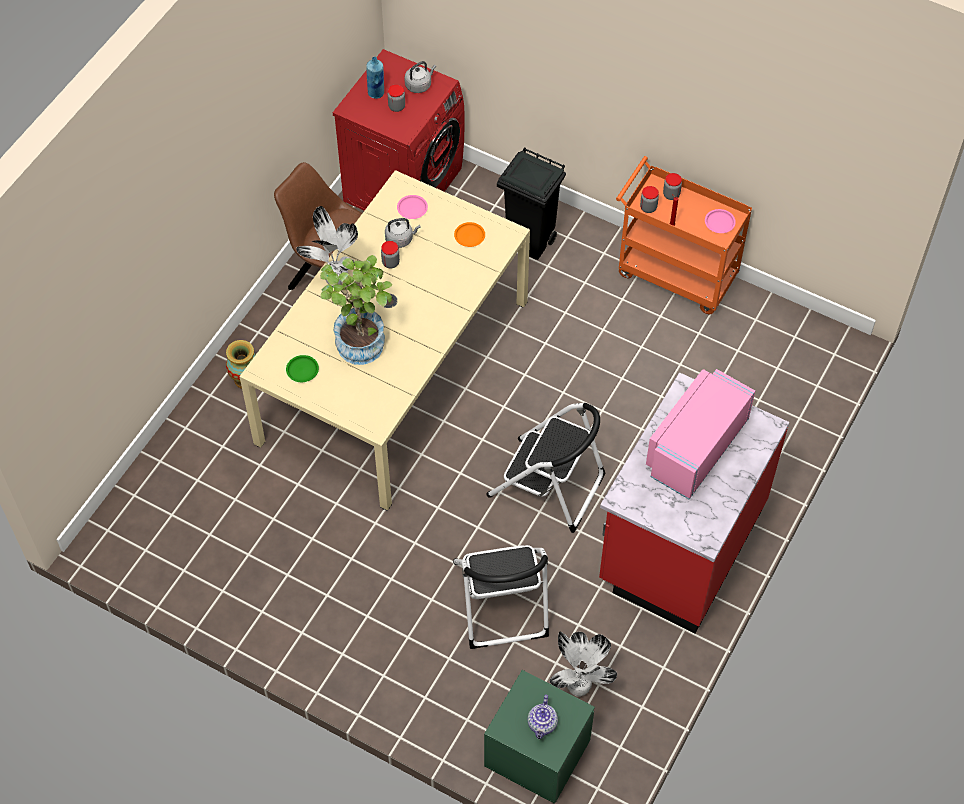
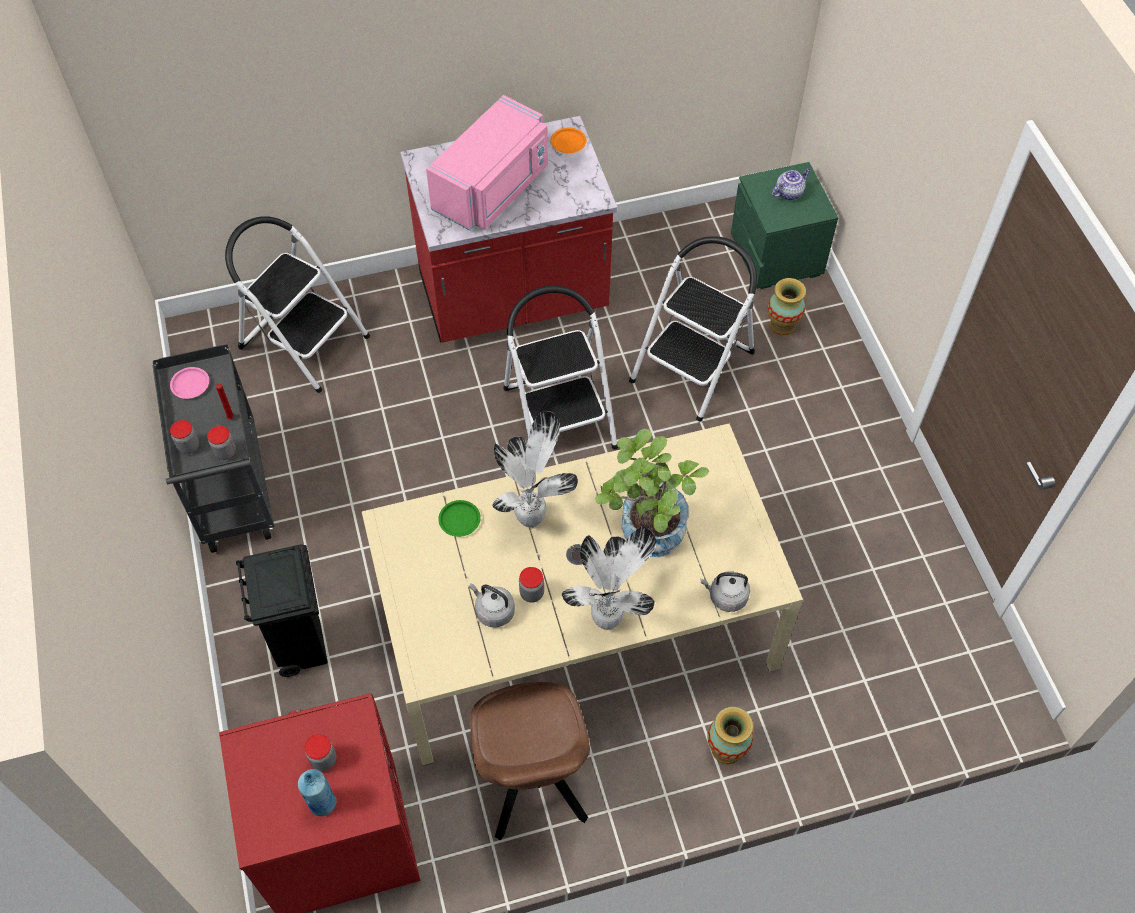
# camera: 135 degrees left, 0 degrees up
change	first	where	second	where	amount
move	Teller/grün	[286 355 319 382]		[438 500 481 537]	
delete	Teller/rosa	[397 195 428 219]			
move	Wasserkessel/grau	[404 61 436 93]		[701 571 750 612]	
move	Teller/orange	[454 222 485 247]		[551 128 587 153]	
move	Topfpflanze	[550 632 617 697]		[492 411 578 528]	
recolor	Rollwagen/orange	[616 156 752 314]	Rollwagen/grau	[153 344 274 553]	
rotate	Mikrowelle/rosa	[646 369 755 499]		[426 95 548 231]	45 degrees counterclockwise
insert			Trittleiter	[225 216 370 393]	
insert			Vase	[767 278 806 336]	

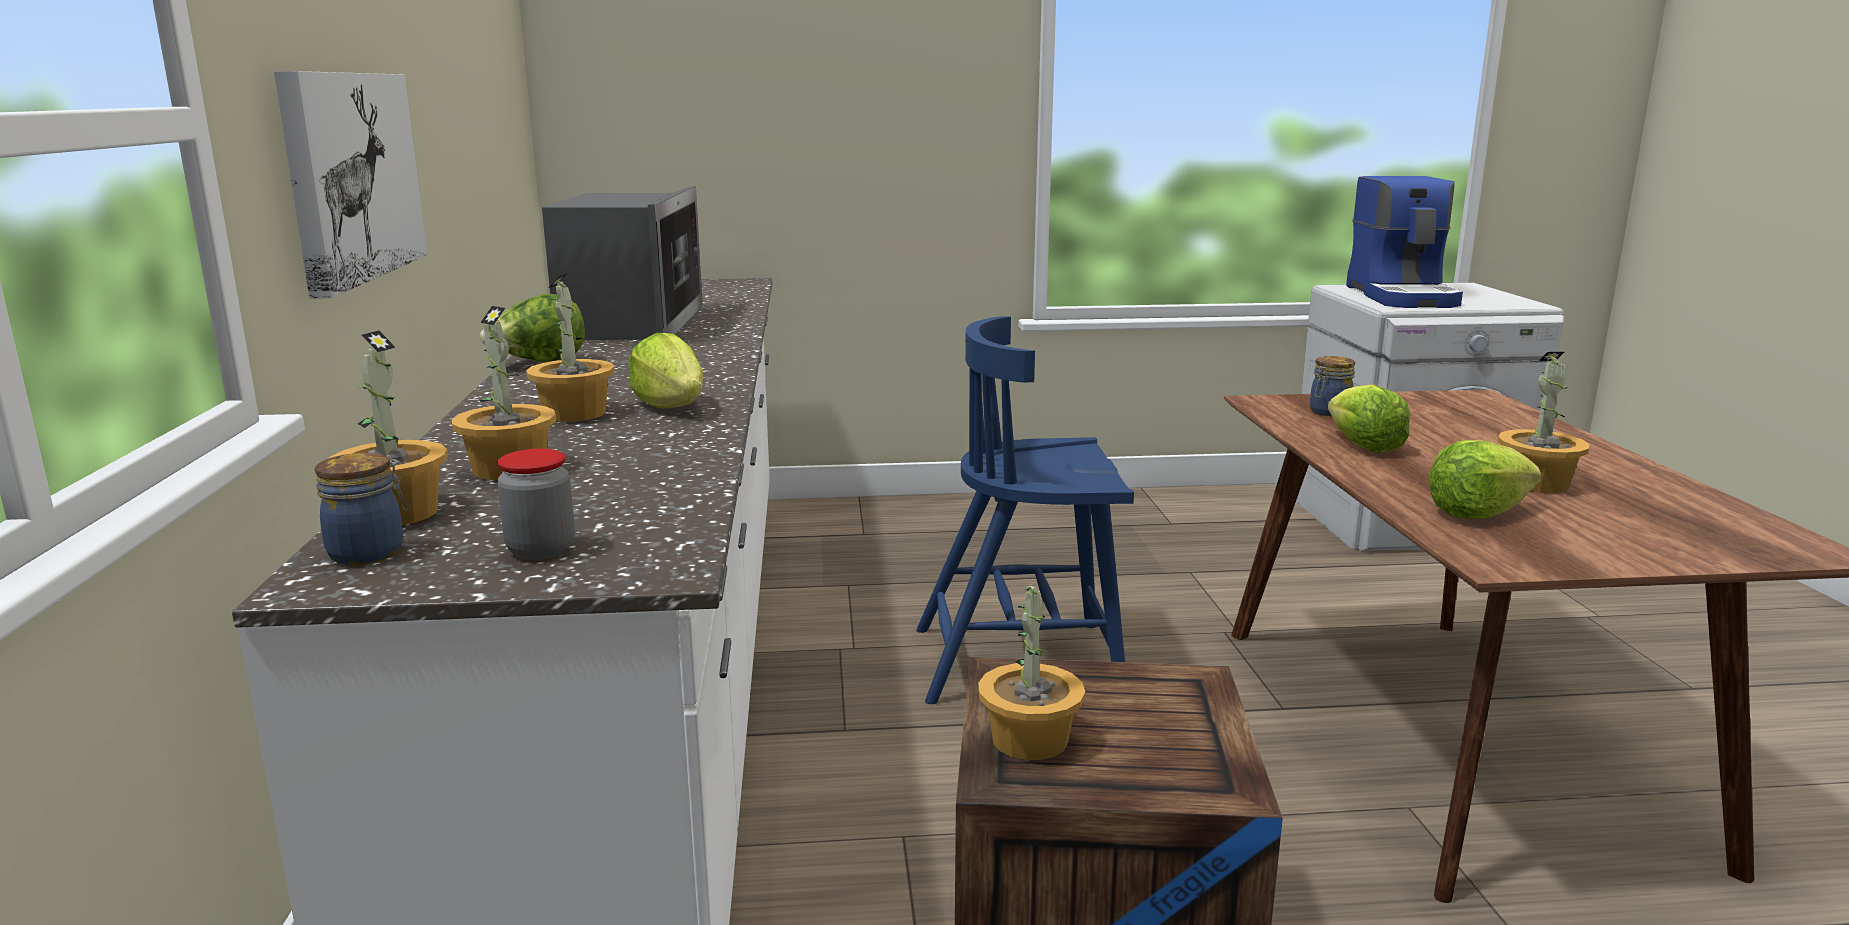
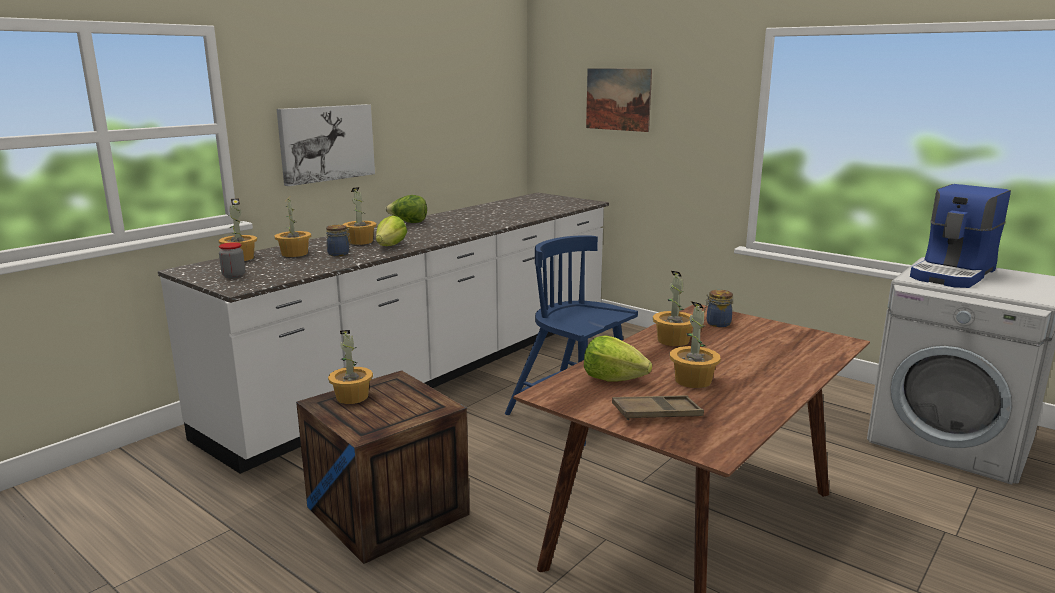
# camera: 45 degrees right, 0 degrees up
change	first	where	second	where	amount
move	Vorratsglas	[315 453 408 565]		[326 225 351 256]	
delete	Mikrowelle	[542 186 703 340]			
replace	Salatkopf	[1328 384 1410 453]	Topfpflanze	[653 271 693 346]	
insert			Bild	[586 68 652 132]	
insert			Tablett/braun	[612 395 704 420]	

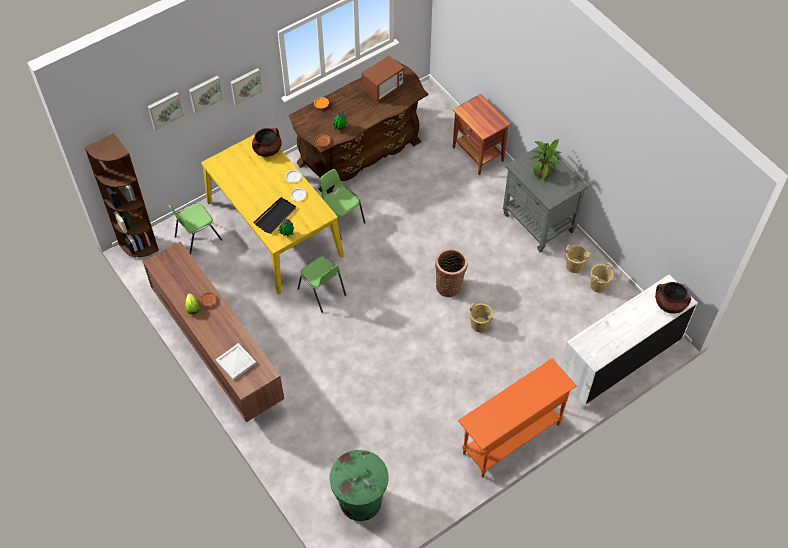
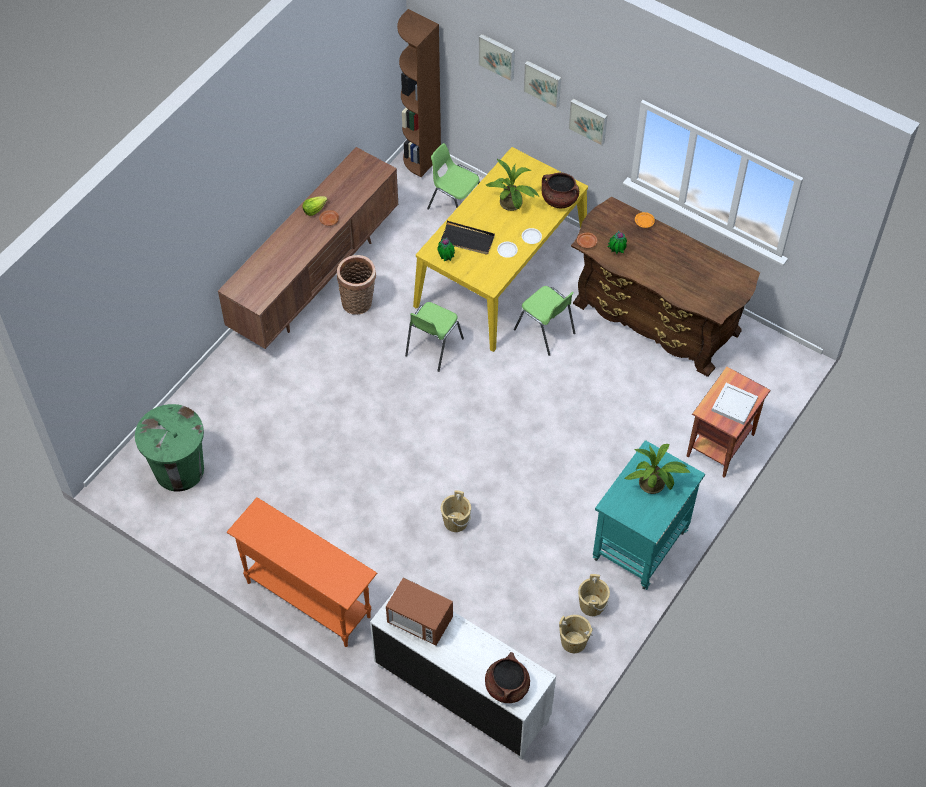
# camera: 70 degrees right, 0 degrees up
change	first	where	second	where	amount
move	Tablett/weiß	[215 343 256 381]		[711 383 758 425]	
rotate	Stuhl/grün	[320 169 365 238]		[514 286 575 356]	105 degrees clockwise
move	Mikrowelle	[361 55 404 102]		[386 578 453 646]	
move	Korb	[435 249 468 297]		[337 255 376 315]	
recolor	Rollwagen/grau	[503 143 588 253]	Rollwagen/türkis	[593 440 705 590]	
insert			Topfpflanze	[486 159 539 211]	

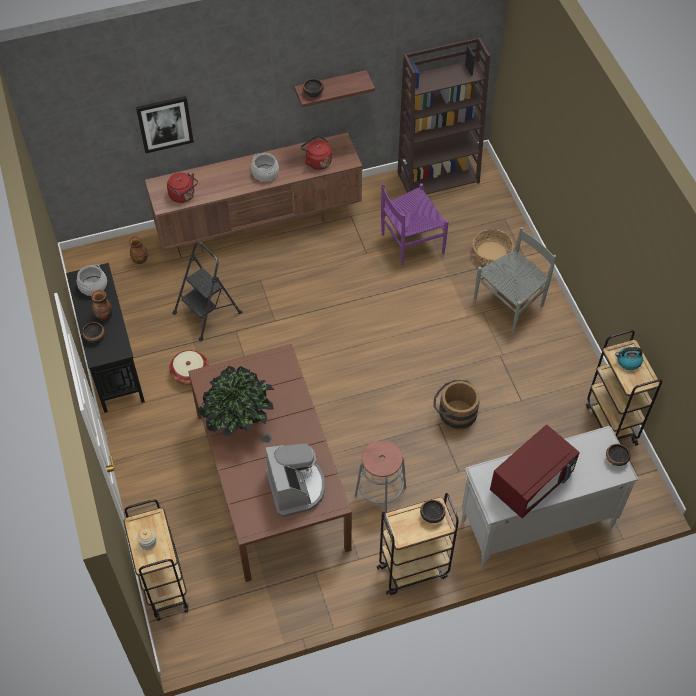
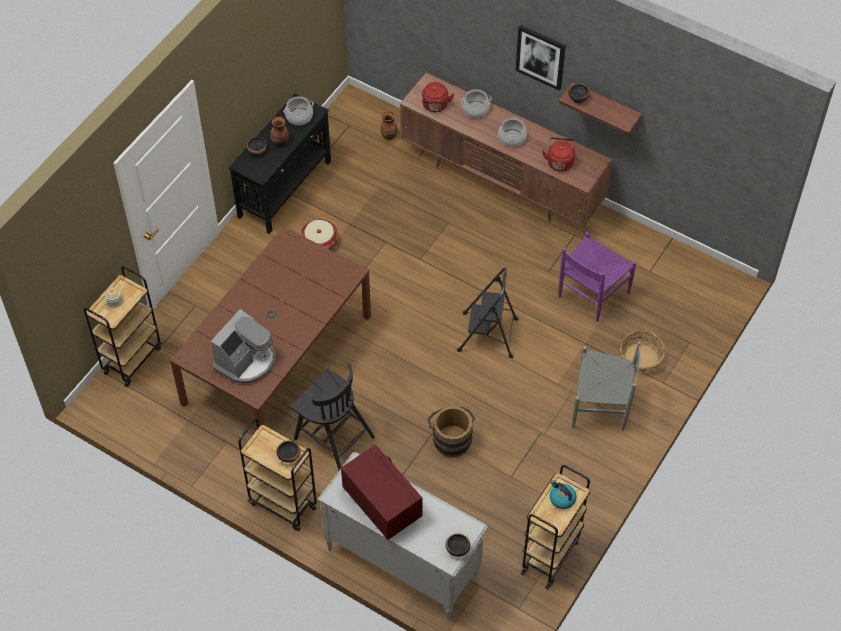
# camera: 50 degrees right, 0 degrees up
change	first	where	second	where	amount
move	Bild	[136 96 194 153]		[516 25 566 91]	
move	Trittleiter/schwarz	[172 241 243 341]		[457 268 519 358]	
delete	Topfpflanze	[198 366 274 436]			
replace	Hocker/grau	[355 440 406 513]	Stuhl/schwarz	[290 363 375 470]	
rotate	Stuhl/lila	[381 183 449 266]		[559 232 636 322]	75 degrees counterclockwise
delete	Bücherregal/braun	[397 37 490 194]			
rotate	Mikrowelle/rot	[490 425 580 518]		[341 445 422 540]	135 degrees counterclockwise
insert			Kochtopf	[460 89 492 118]	

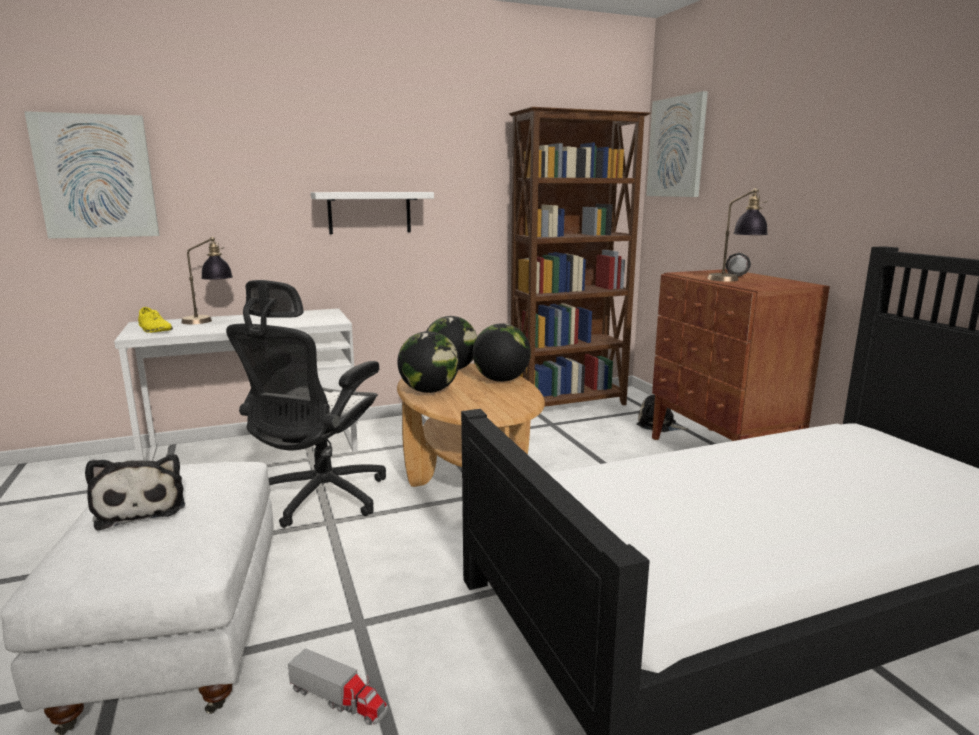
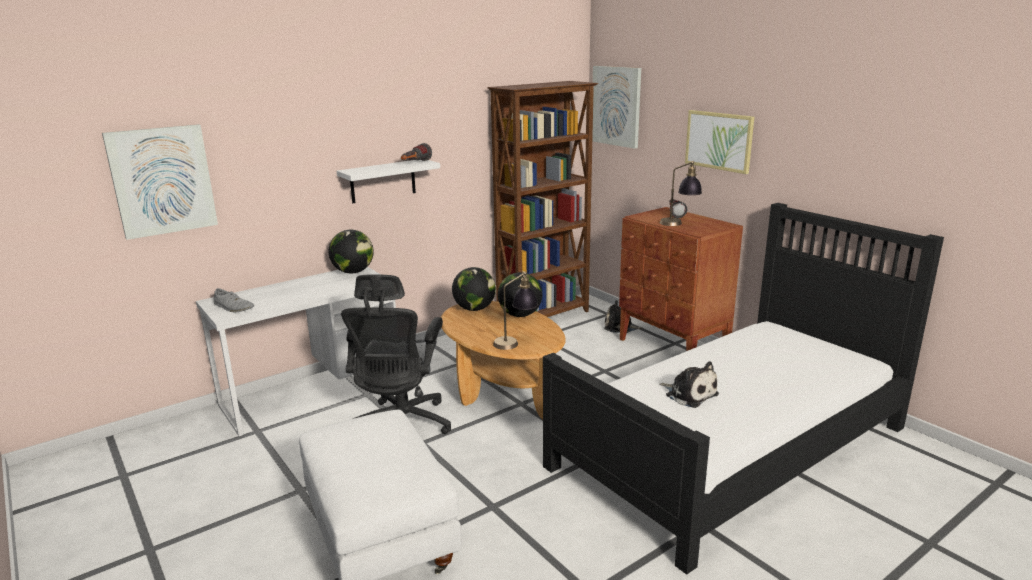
# camera: 15 degrees left, 5 degrees up
change	first	where	second	where	amount
move	Plüschtier	[85 454 185 531]		[659 361 719 408]	
recolor	Schuh/gelb	[138 307 173 333]	Schuh/grau	[214 288 255 312]	
move	Tischlampe	[181 237 233 324]		[493 271 538 350]	
delete	Spielzeuglaster	[288 648 388 725]			
move	Globus	[397 331 459 393]		[329 230 374 273]	
insert			Taschenlampe	[401 143 432 161]	
insert			Bild	[685 110 754 174]	

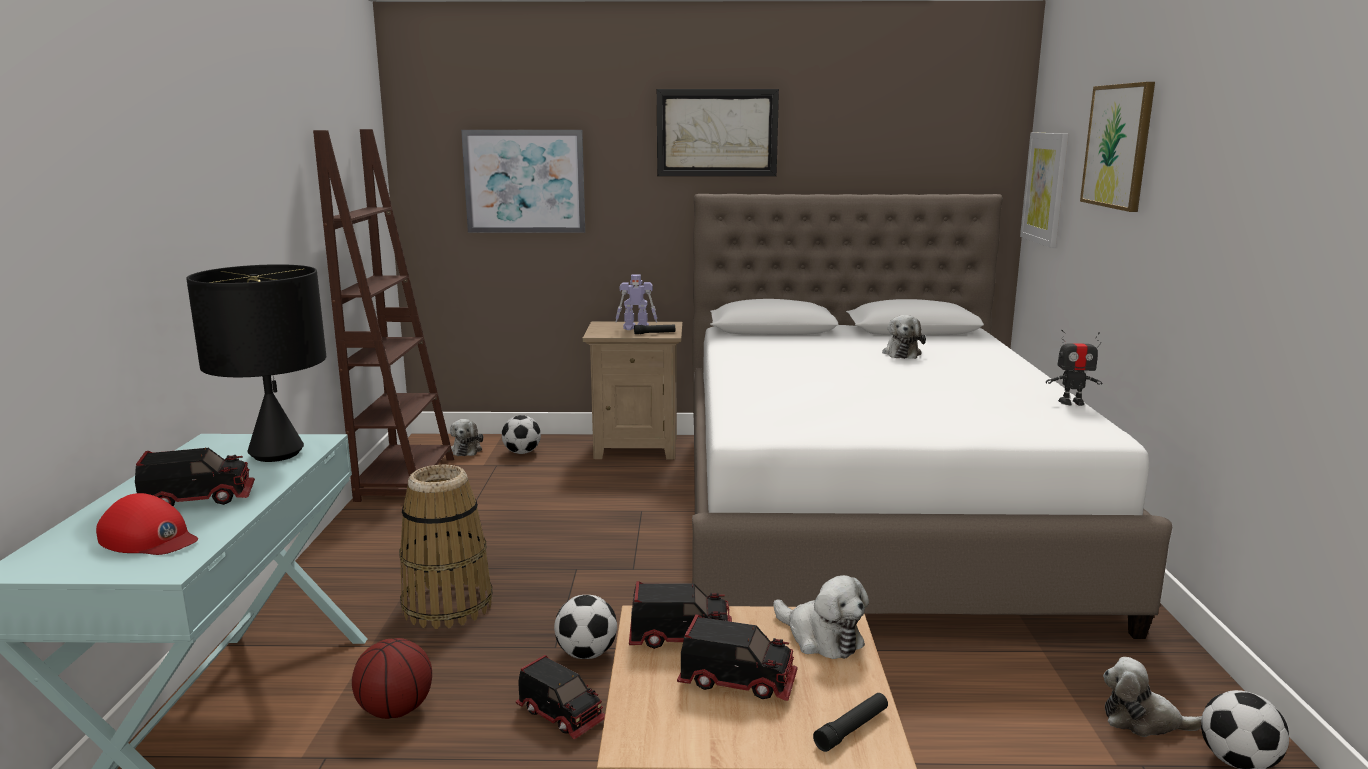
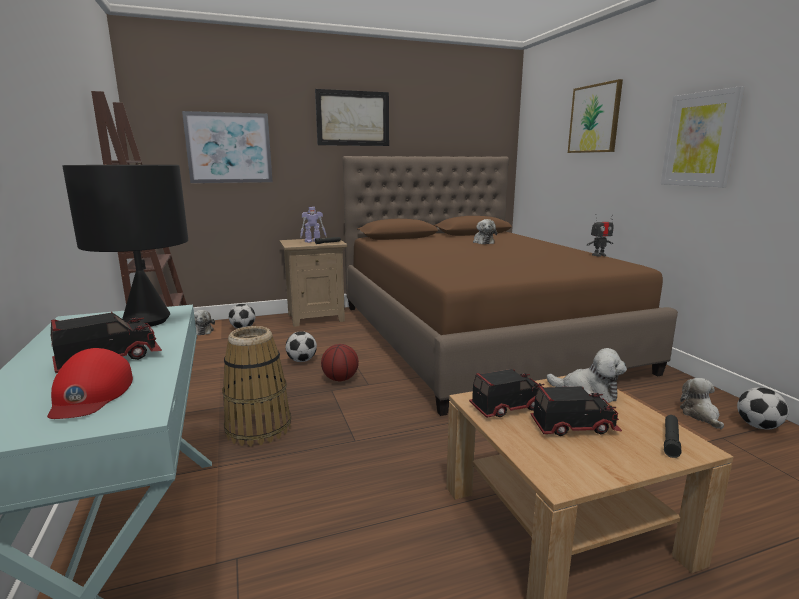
# camera: 20 degrees left, 0 degrees up
change	first	where	second	where	amount
rotate	Kappe/rot	[96 493 198 555]		[47 348 133 419]	75 degrees clockwise
move	Basketball	[352 638 432 719]		[321 344 359 381]	
delete	Spielzeuglaster	[516 655 605 739]			
move	Fußball	[554 595 617 659]		[285 331 317 362]	
recolor	Bett/weiß	[692 194 1172 639]	Bett/braun	[343 156 678 416]	
move	Bild	[1020 133 1068 248]		[661 86 745 187]	
rotate	Plüschtier	[1103 657 1202 737]		[680 378 724 429]	90 degrees clockwise

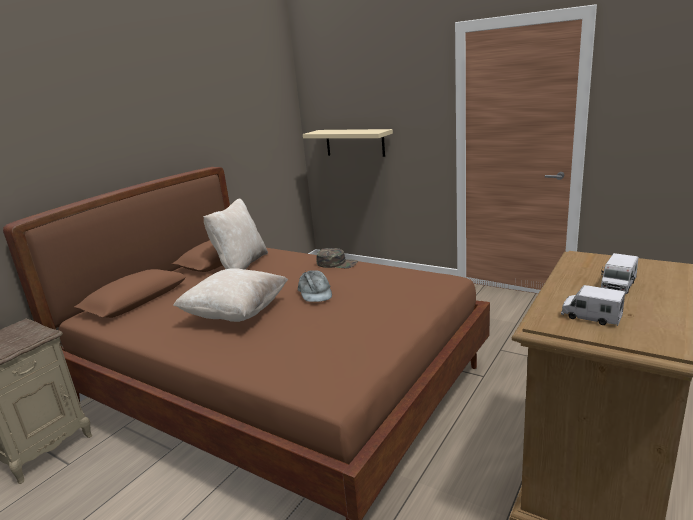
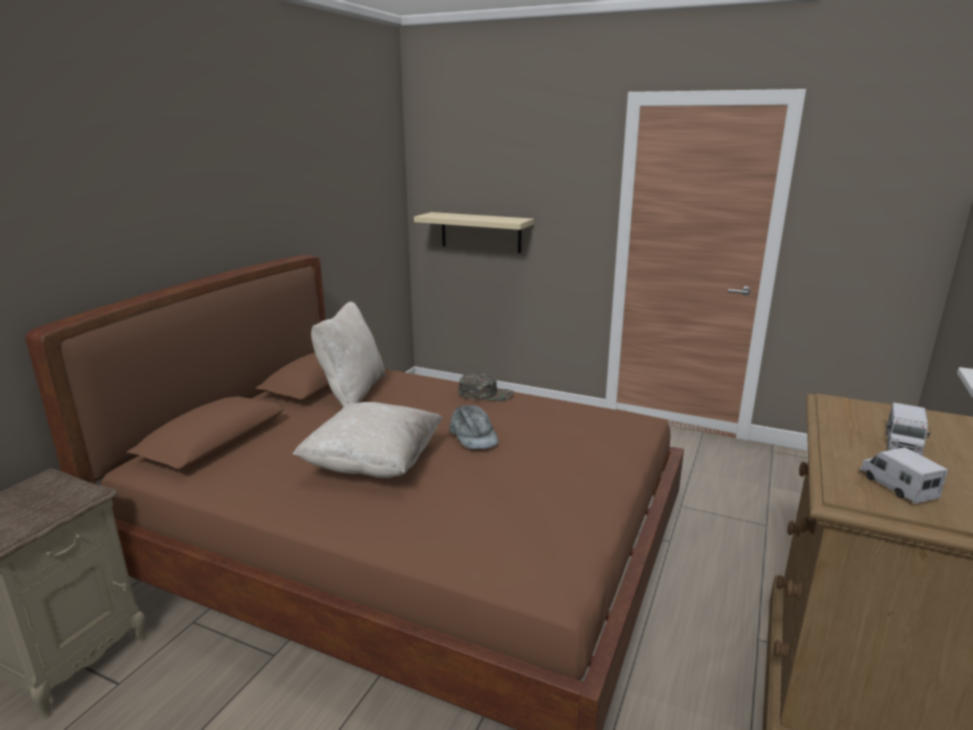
# camera: 10 degrees left, 0 degrees up
change	first	where	second	where	amount
rotate	Spielzeuglaster	[561 285 625 326]		[860 447 948 504]	45 degrees clockwise

